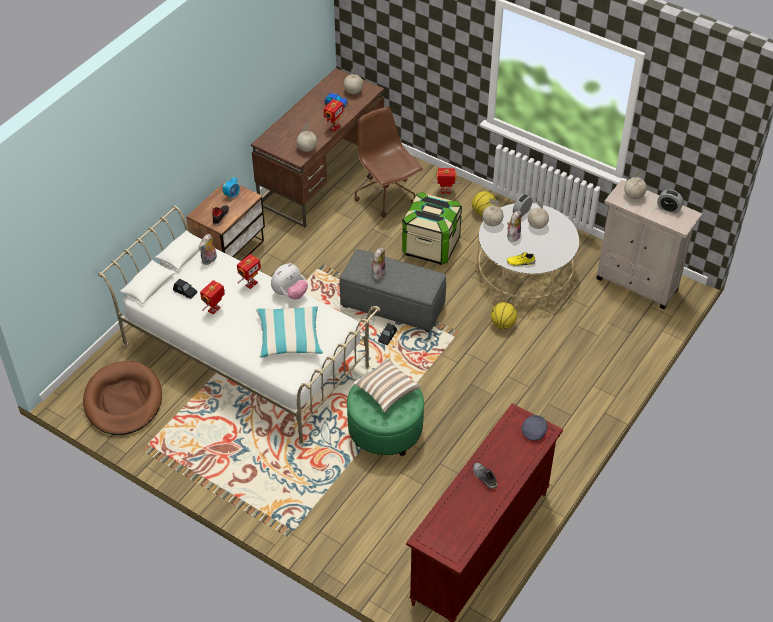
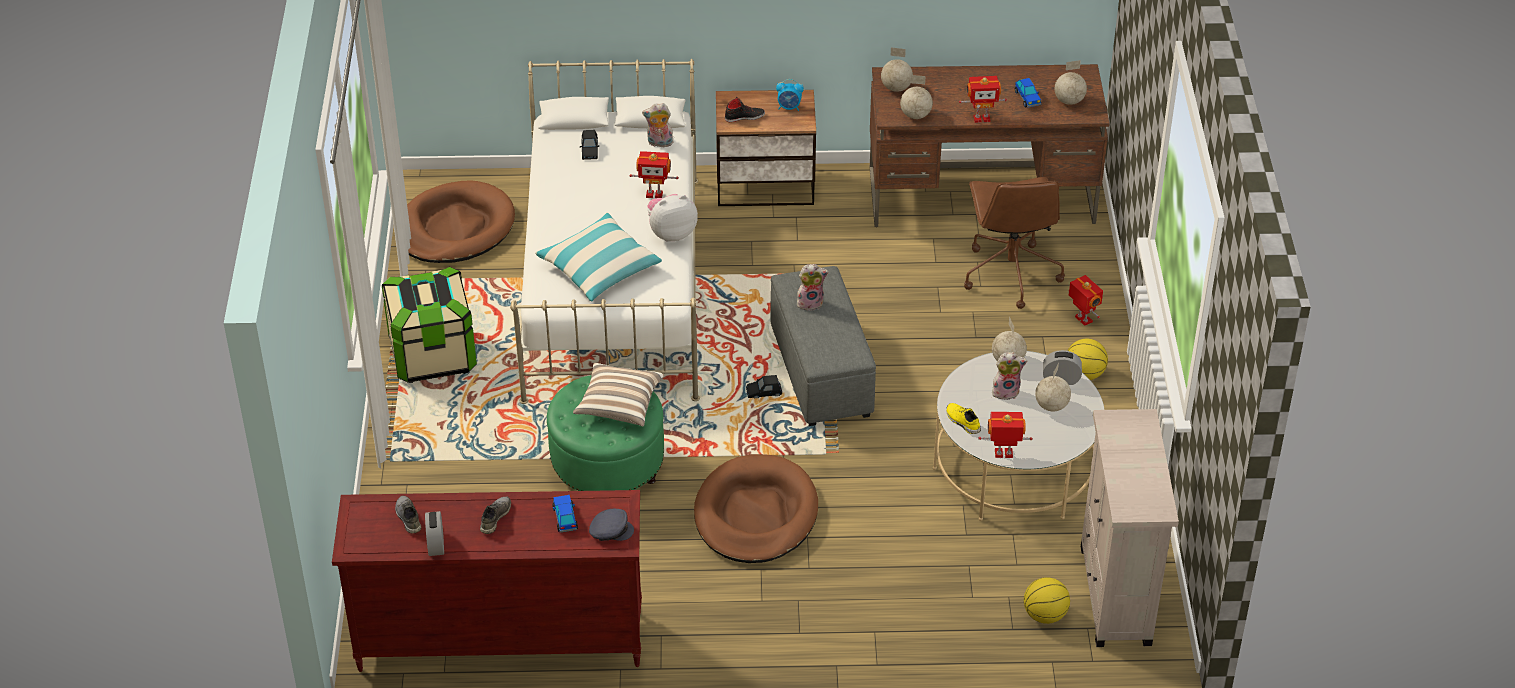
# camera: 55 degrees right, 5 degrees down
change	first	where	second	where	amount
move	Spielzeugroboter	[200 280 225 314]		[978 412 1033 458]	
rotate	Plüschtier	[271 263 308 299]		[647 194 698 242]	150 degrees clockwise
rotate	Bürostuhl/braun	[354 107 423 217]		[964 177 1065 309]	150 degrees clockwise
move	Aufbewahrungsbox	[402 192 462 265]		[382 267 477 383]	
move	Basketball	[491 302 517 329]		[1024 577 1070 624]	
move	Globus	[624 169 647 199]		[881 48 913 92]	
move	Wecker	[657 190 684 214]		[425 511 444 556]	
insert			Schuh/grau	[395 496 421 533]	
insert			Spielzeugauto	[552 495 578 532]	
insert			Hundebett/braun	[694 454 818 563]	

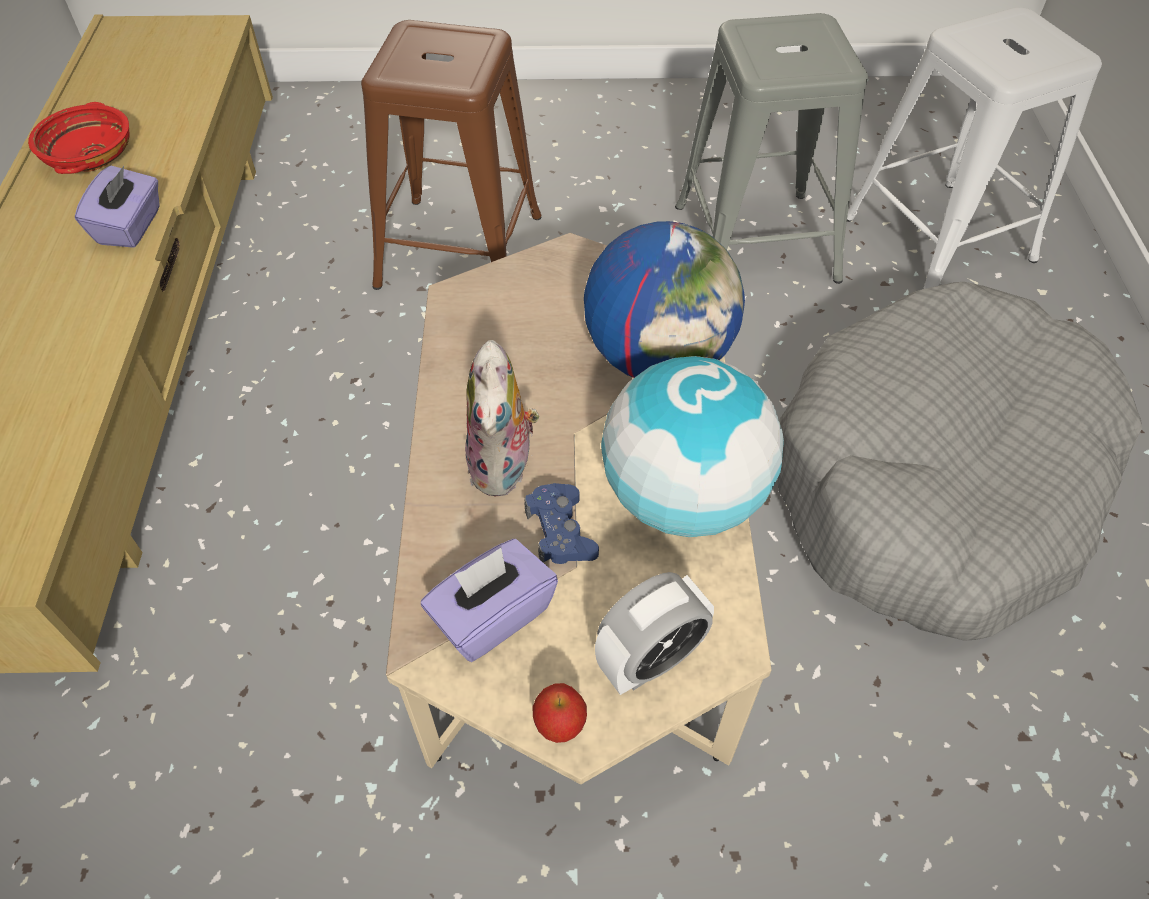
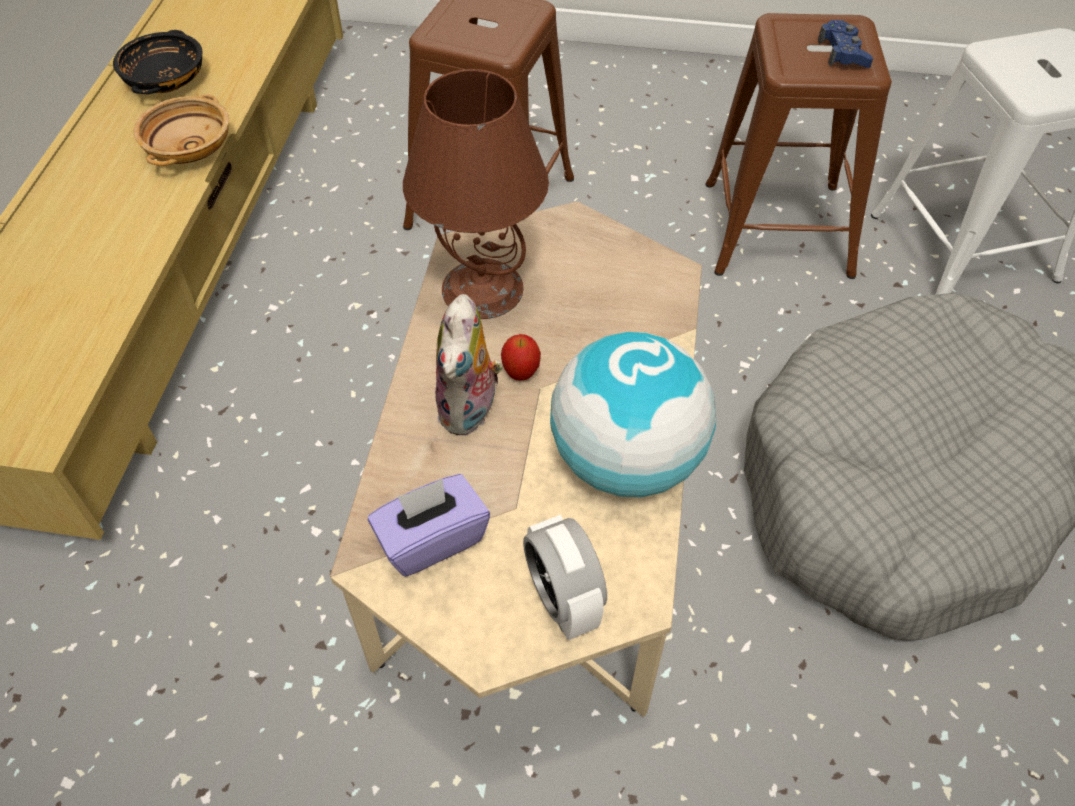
# camera: 10 degrees right, 0 degrees up
change	first	where	second	where	amount
recolor	Schüssel/rot	[28 102 130 174]	Schüssel/schwarz	[113 30 203 94]	
replace	Taschentuchbox/lila	[75 165 160 248]	Schüssel/beige	[133 94 229 166]	
move	Gamepad/blau	[524 483 599 564]		[818 20 873 68]	
move	Apfel	[532 683 587 743]		[501 334 541 381]	
delete	Globus	[584 221 745 378]			
rotate	Wecker	[595 572 714 695]		[523 515 607 640]	90 degrees clockwise
recolor	Hocker/grau	[675 13 868 284]	Hocker/braun	[705 13 892 279]	
insert			Tischlampe/braun	[403 69 549 319]	

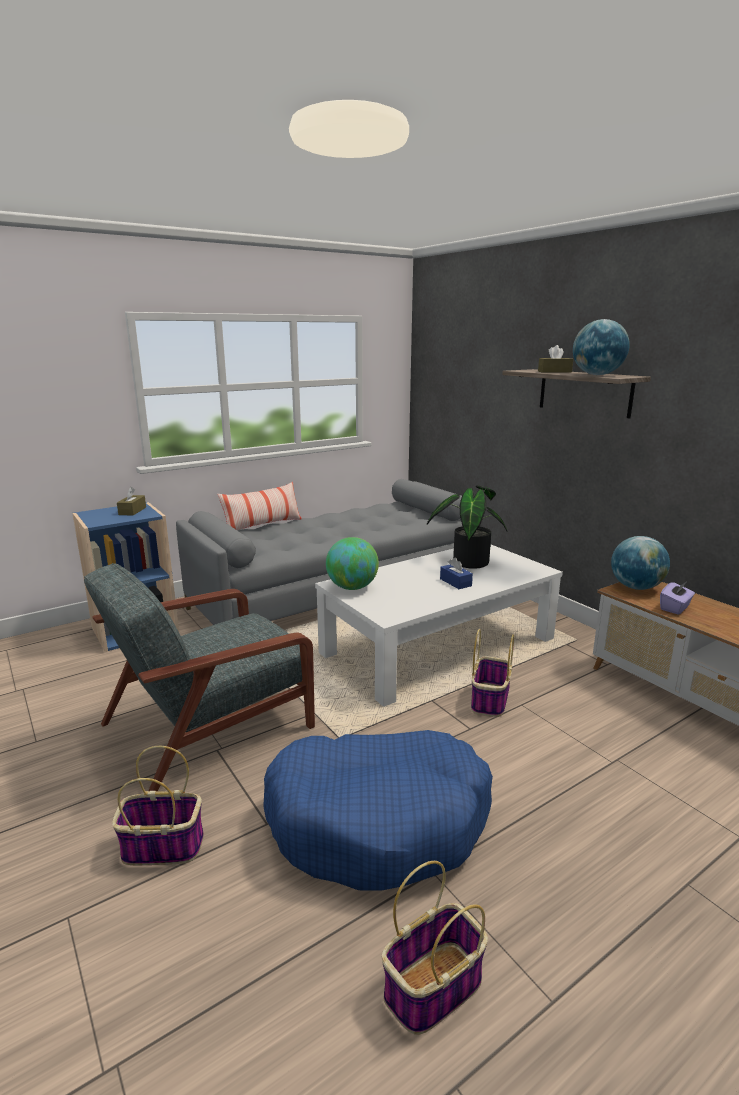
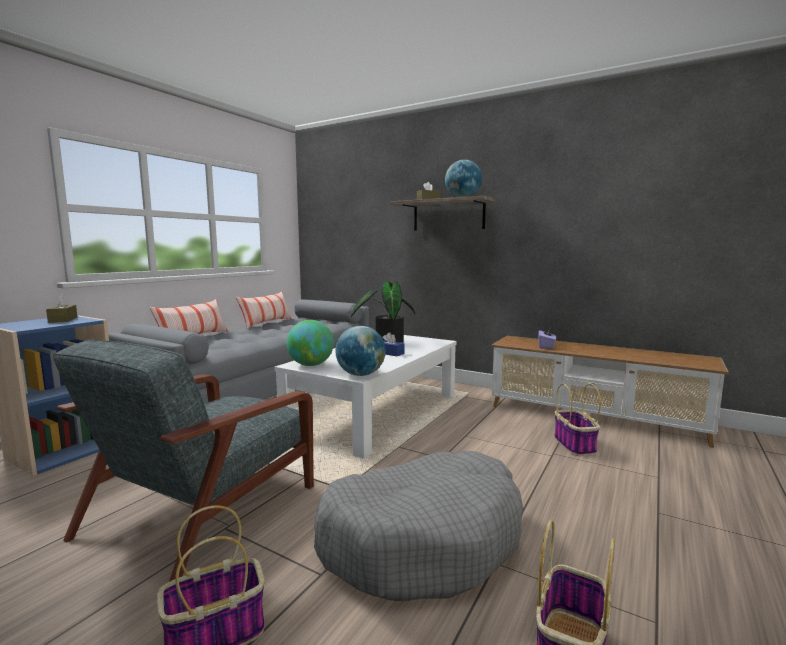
# camera: 25 degrees left, 10 degrees down
change	first	where	second	where	amount
recolor	Hundebett/blau	[263 730 493 890]	Hundebett/grau	[314 451 523 601]	
move	Korb	[471 629 514 717]		[554 383 601 456]	
move	Globus	[611 536 670 590]		[335 326 386 376]	
insert			Kissen	[236 291 292 329]	

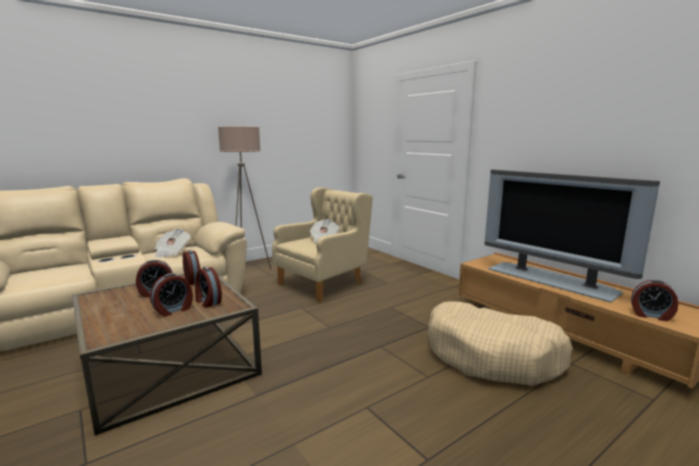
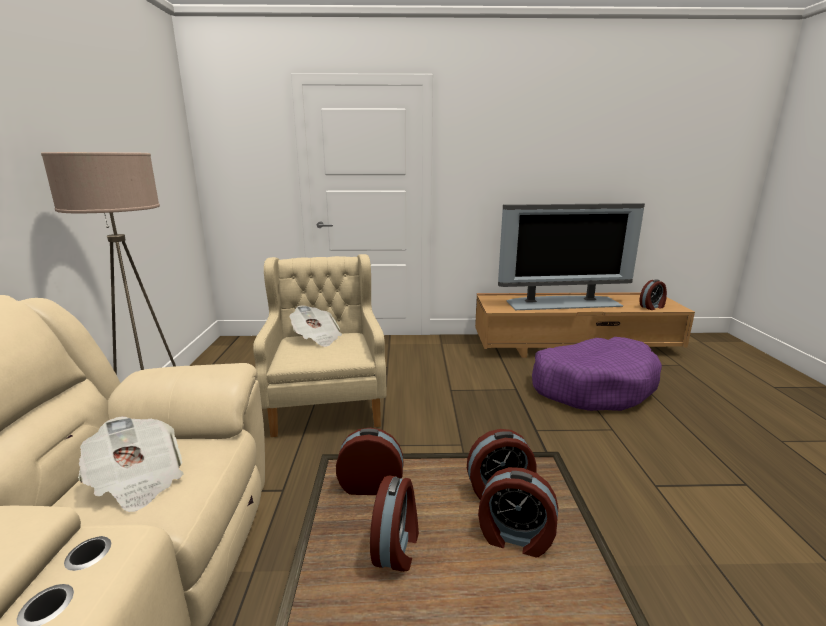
# camera: 55 degrees left, 5 degrees up
change	first	where	second	where	amount
rotate	Wecker	[150 273 193 317]		[478 467 558 557]	120 degrees clockwise
recolor	Hundebett/beige	[428 301 573 386]	Hundebett/lila	[532 337 662 411]	

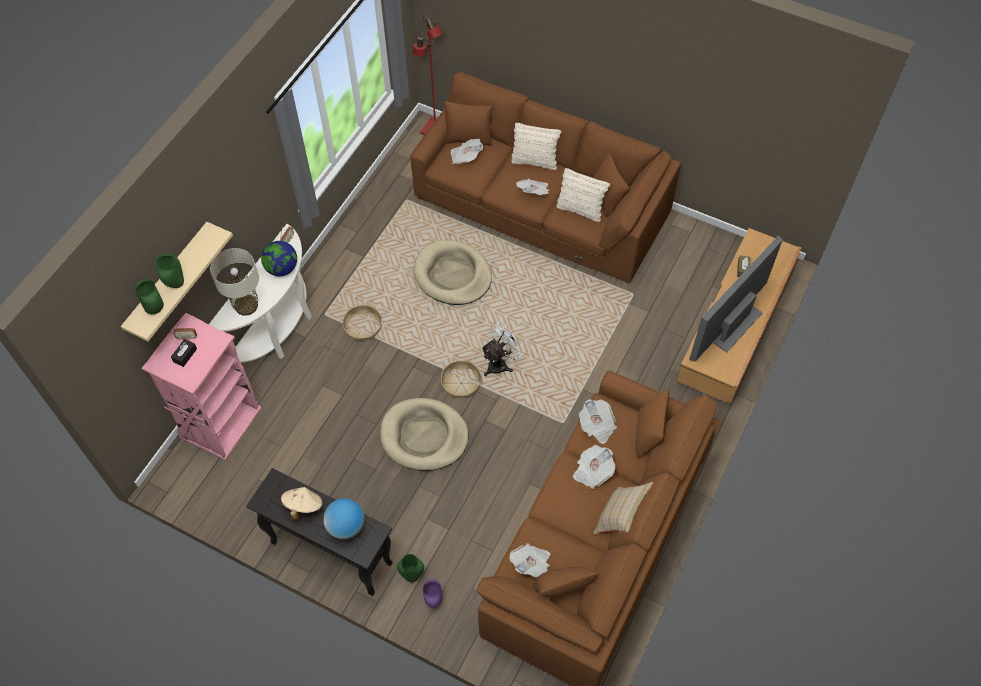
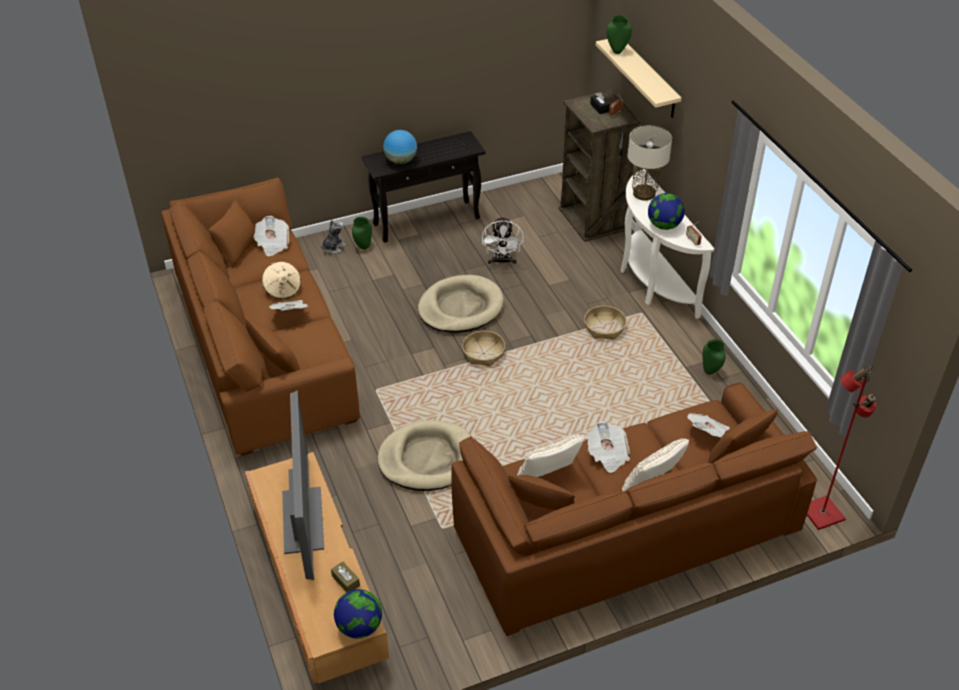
# camera: 130 degrees right, 15 degrees down
change	first	where	second	where	amount
recolor	Bücherregal/rosa	[141 313 262 460]	Bücherregal/braun	[558 89 641 242]	
move	Vase/grün	[156 253 184 288]		[702 339 726 375]	
move	Hut/beige	[281 487 323 521]		[262 262 301 299]	
move	Hundebett/beige	[413 240 492 305]		[377 420 473 491]	
replace	Vase/lila	[423 579 443 608]	Plüschtier	[321 220 346 254]	
move	Ventilator/weiß	[481 321 525 376]		[482 216 523 265]	
delete	Zeitung	[579 399 617 444]			
delete	Kissen/beige	[593 482 653 535]			
insert			Globus	[334 589 382 638]	

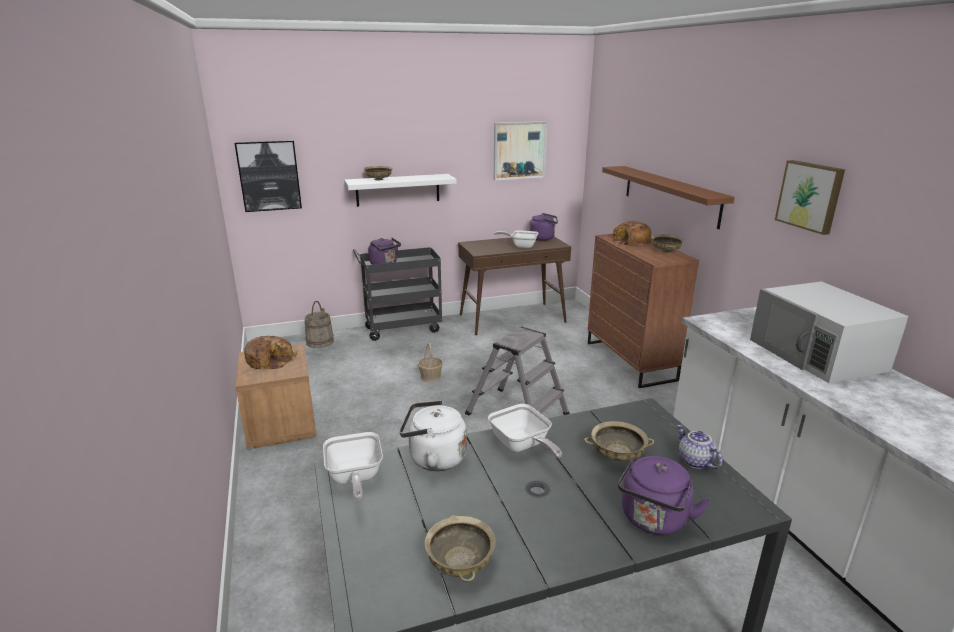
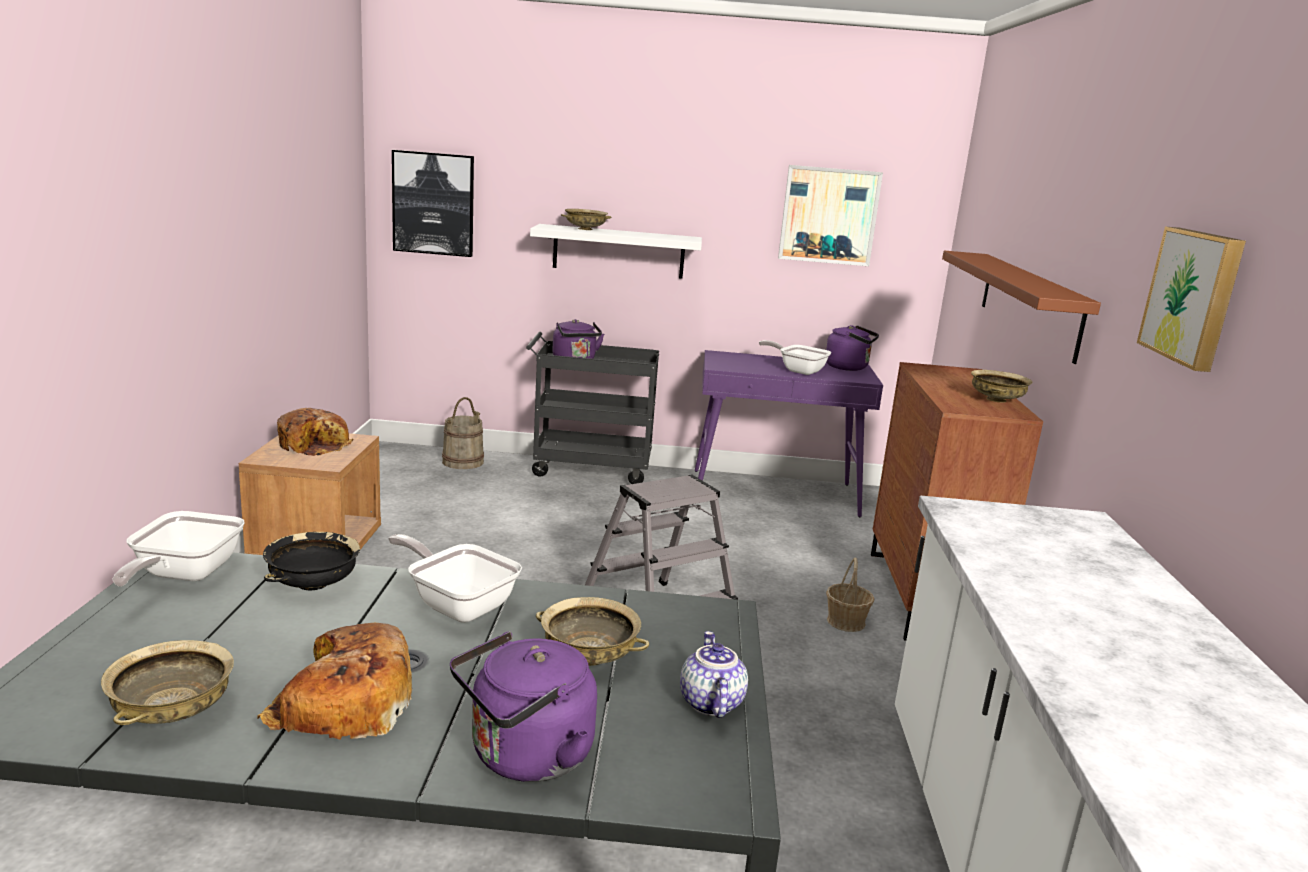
# camera: 20 degrees right, 5 degrees down
change	first	where	second	where	amount
replace	Wasserkessel/weiß	[399 400 467 471]	Schüssel/schwarz	[263 532 360 590]	
move	Korb	[418 343 443 382]		[826 557 875 632]	
recolor	Konsolentisch/braun	[458 237 571 335]	Konsolentisch/lila	[695 350 883 517]	
rotate	Pfanne	[488 404 562 458]		[388 534 522 623]	135 degrees clockwise
move	Brot	[612 221 651 245]		[257 623 412 740]	
delete	Mikrowelle/weiß	[750 281 909 383]			

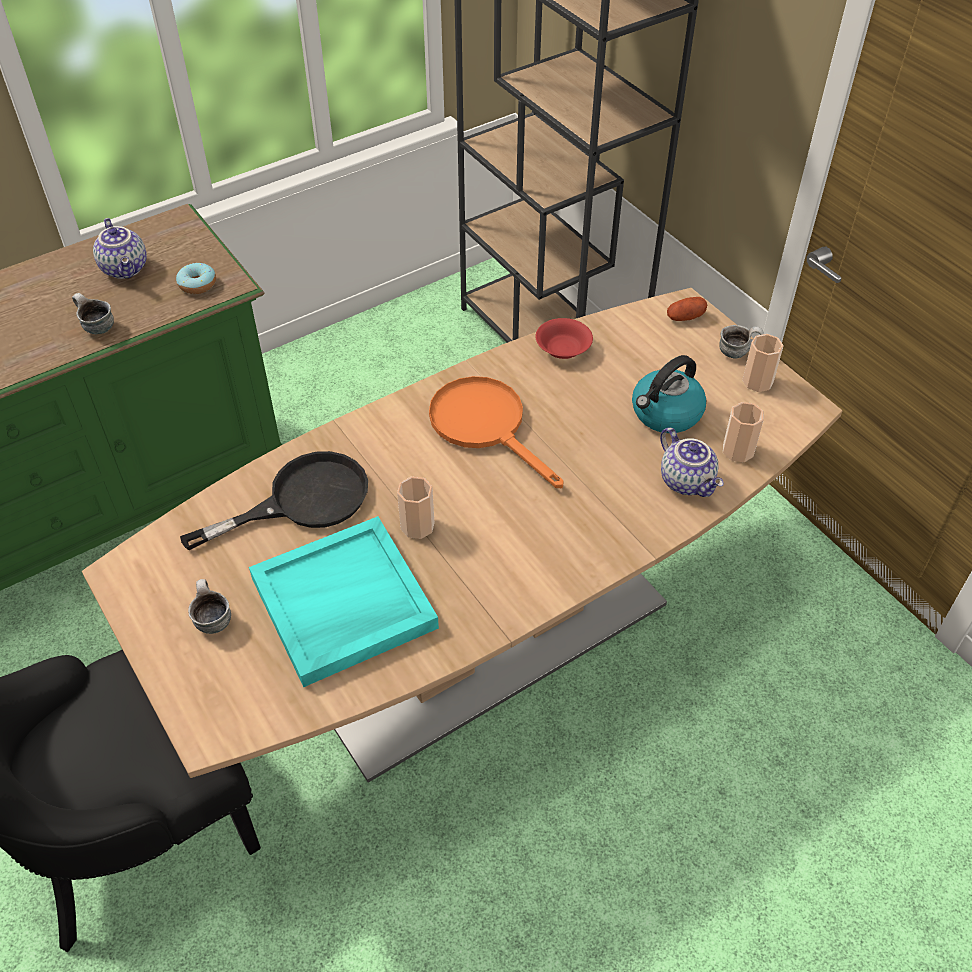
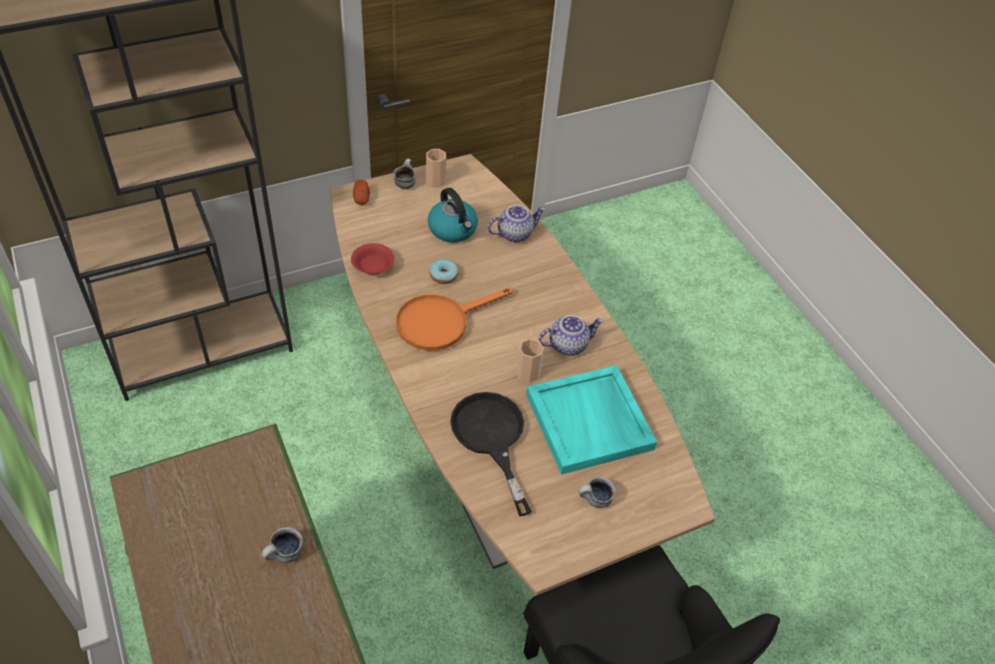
# camera: 85 degrees left, 0 degrees up
change	first	where	second	where	amount
move	Teekanne	[93 218 147 279]		[538 315 603 356]	
move	Donut	[176 263 216 294]		[429 259 458 284]	
delete	Tasse	[723 402 764 462]			

